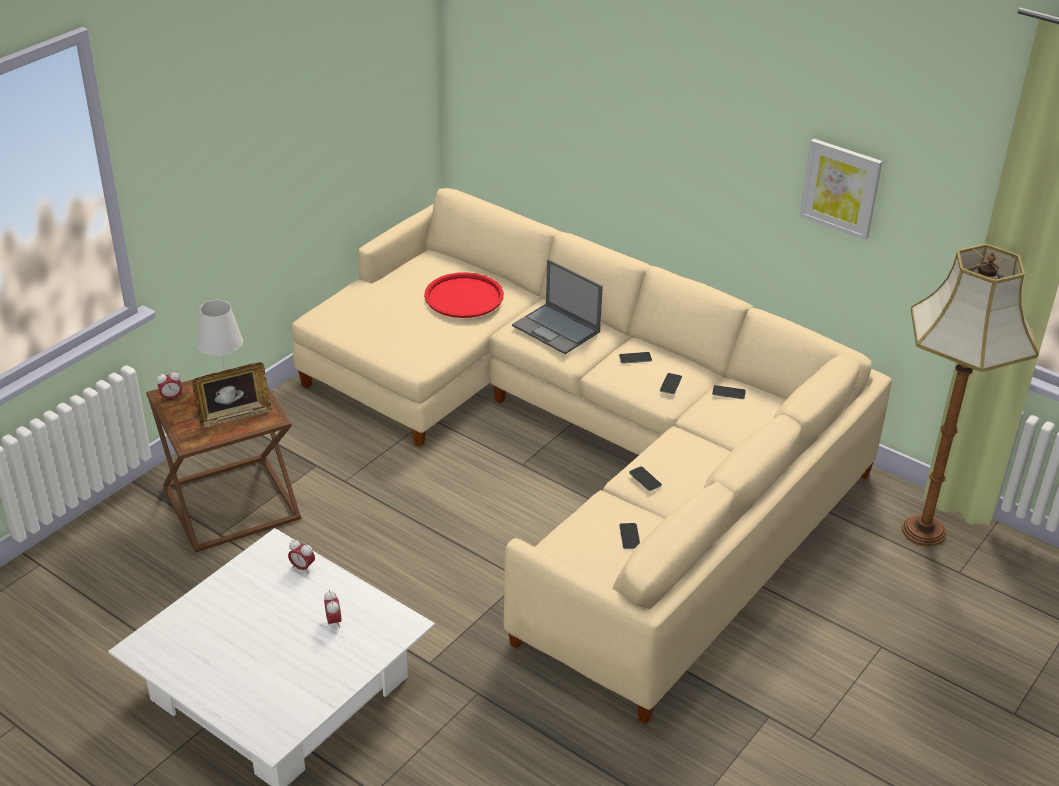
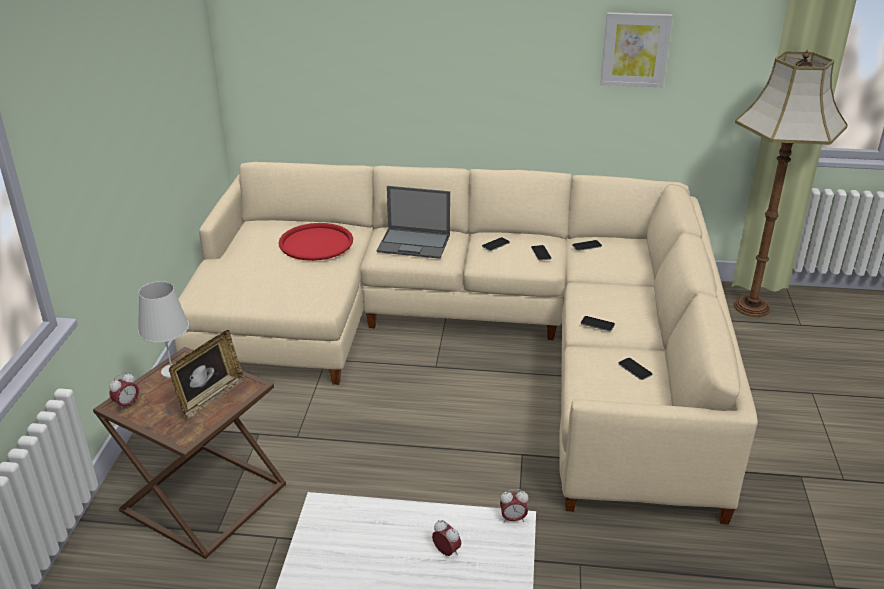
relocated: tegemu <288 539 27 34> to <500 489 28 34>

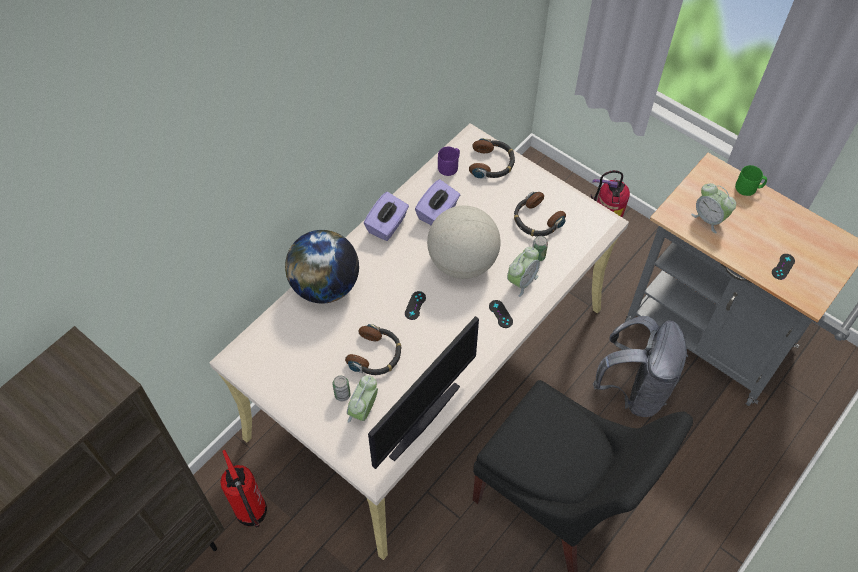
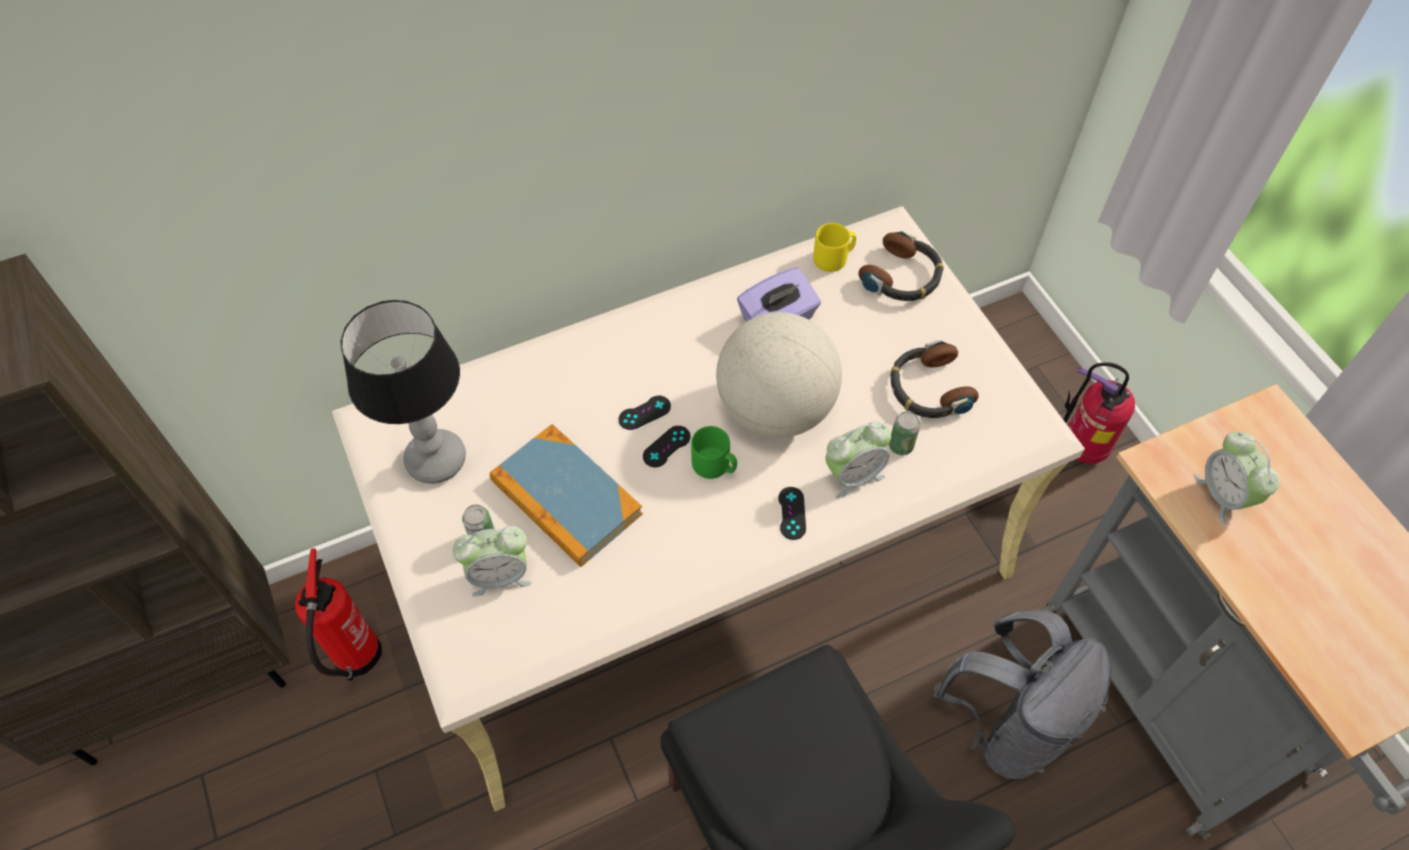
missing: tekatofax <285 230 74 73>; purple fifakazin <364 192 45 49>; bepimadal <368 316 111 153>
appeared: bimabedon <340 300 126 184>
relocated: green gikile <735 165 32 31> to <691 426 46 53>; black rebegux <772 254 23 26> to <619 396 52 34>
exchanged: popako <345 324 56 51> to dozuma <490 424 153 143>
colour: purple gikile <438 147 22 29> to yellow gikile <813 223 43 49>
spun: tegemu <347 375 31 48> = <453 526 79 71> 150 degrees counterclockwise

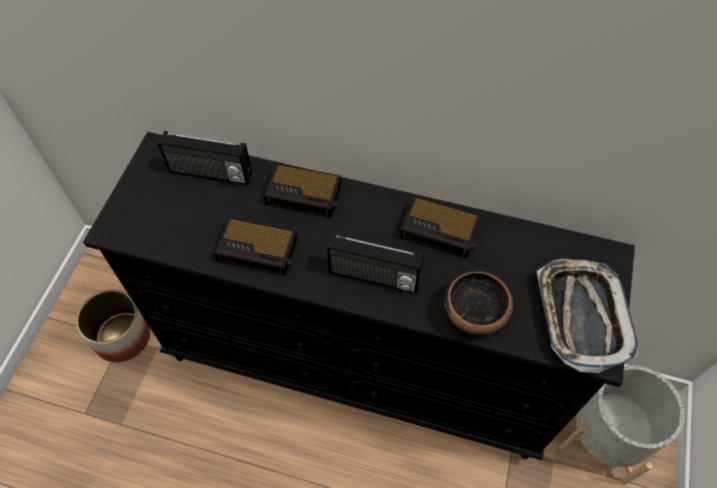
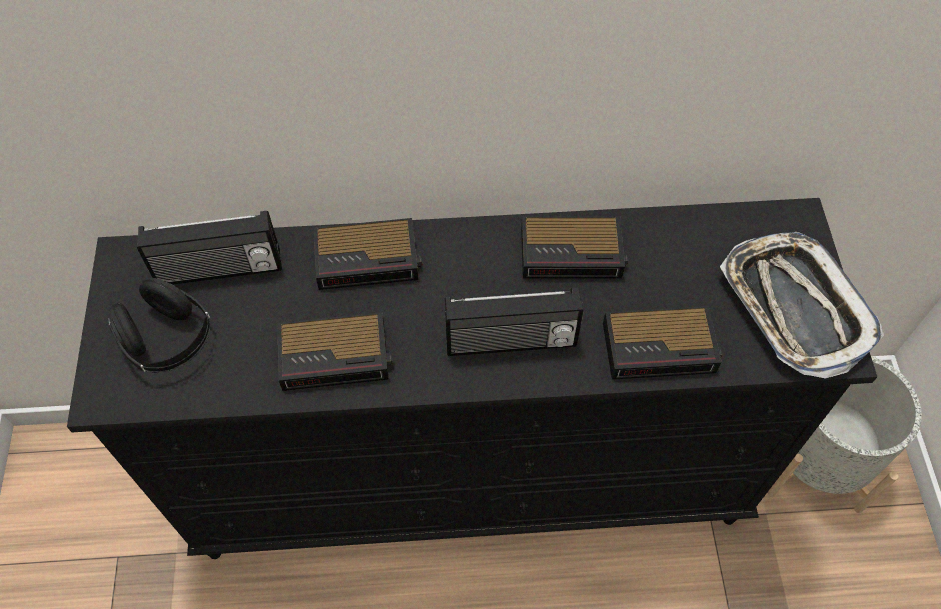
missing: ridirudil <77 289 73 73>
appeared: black popako <108 278 102 95>
exchanged: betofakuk <444 270 69 65> to tegemu <603 306 120 74>

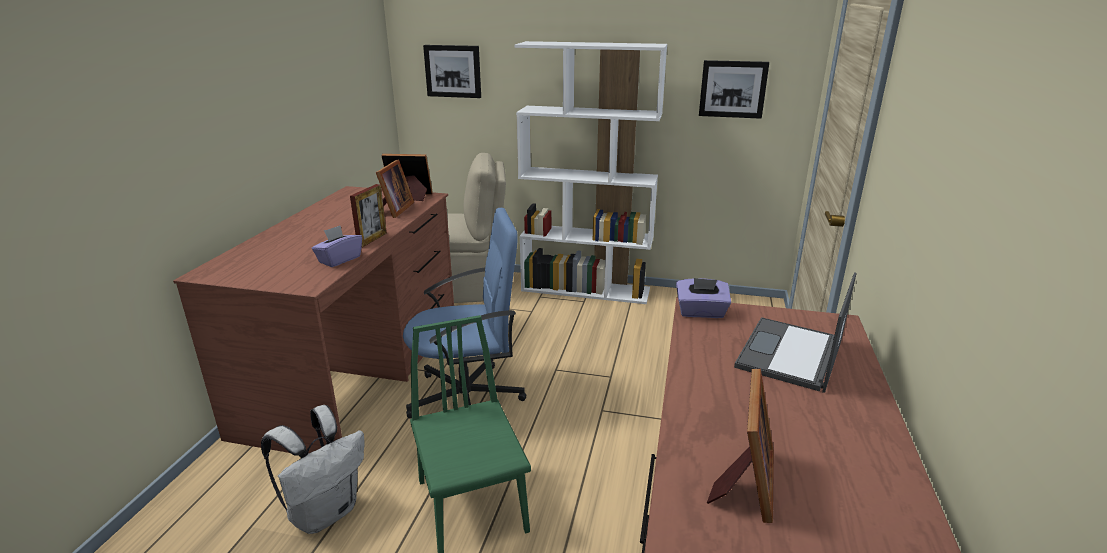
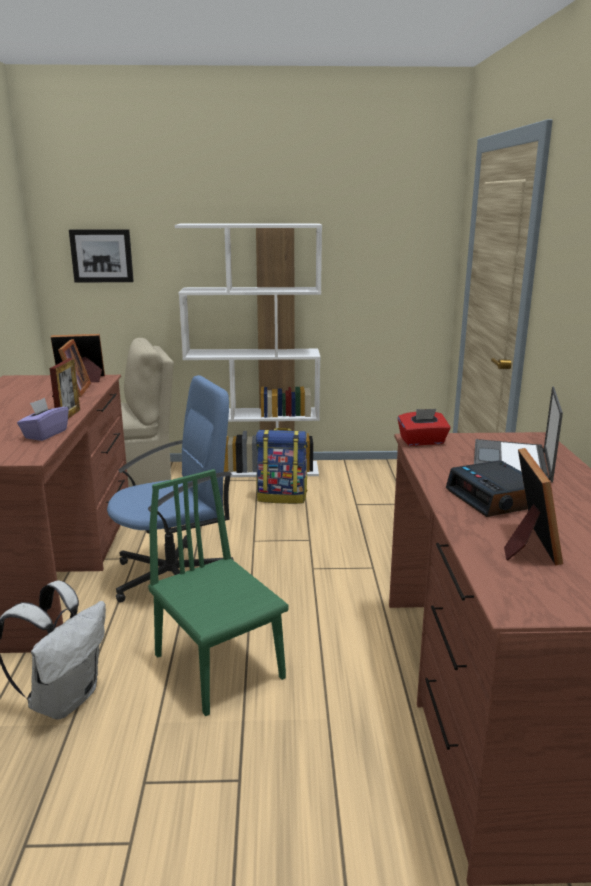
missing: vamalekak <699 60 70 59>
appeared: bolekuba <256 428 52 76>; tegemu <446 460 82 57>
colour: purple fifakazin <676 278 55 40> to red fifakazin <398 409 52 37>

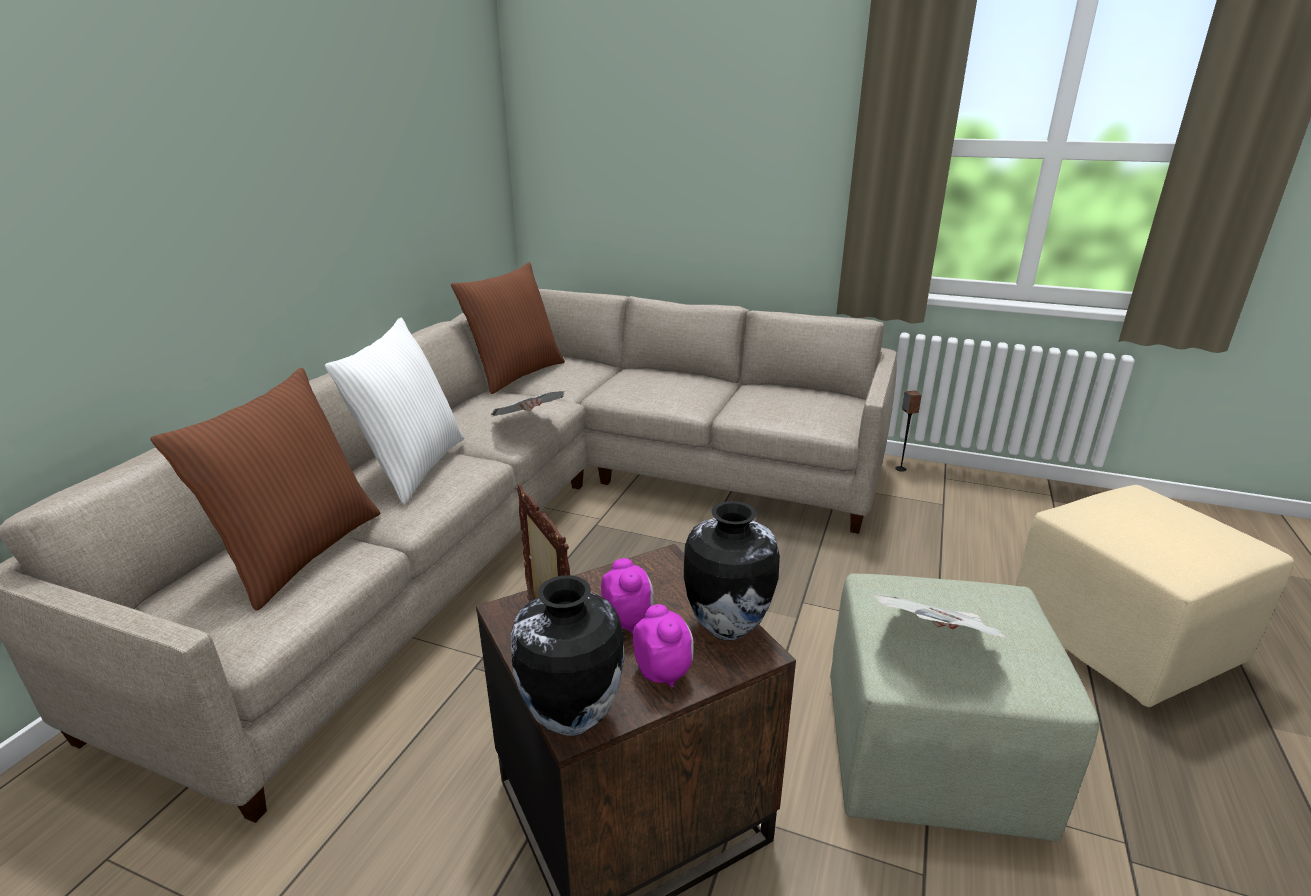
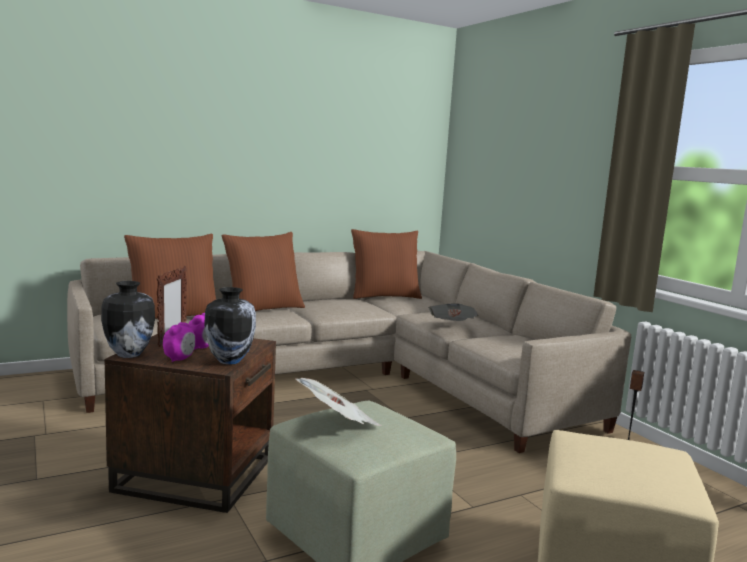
relocated: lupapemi <491 391 73 25> to <428 303 51 18>
colour: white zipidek <325 318 139 186> to brown zipidek <222 232 83 79>

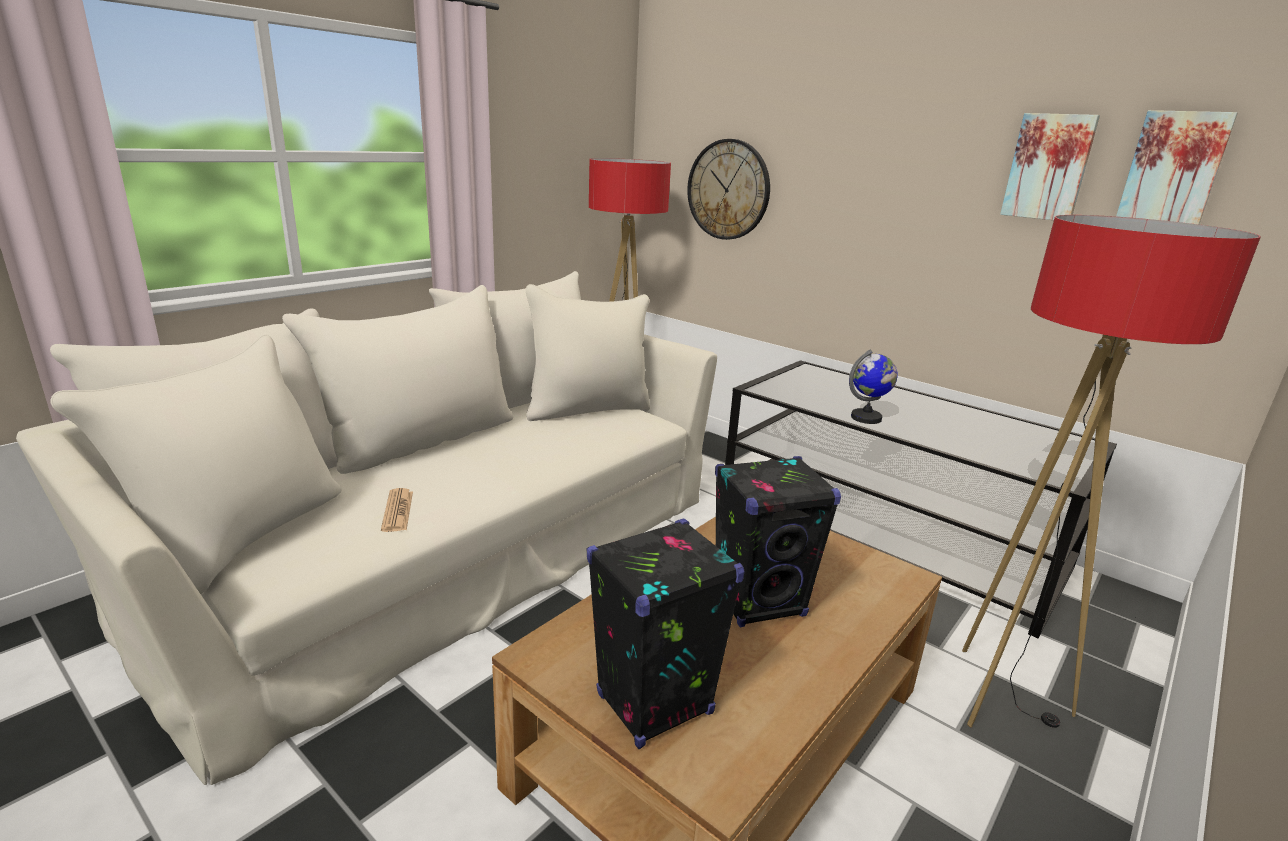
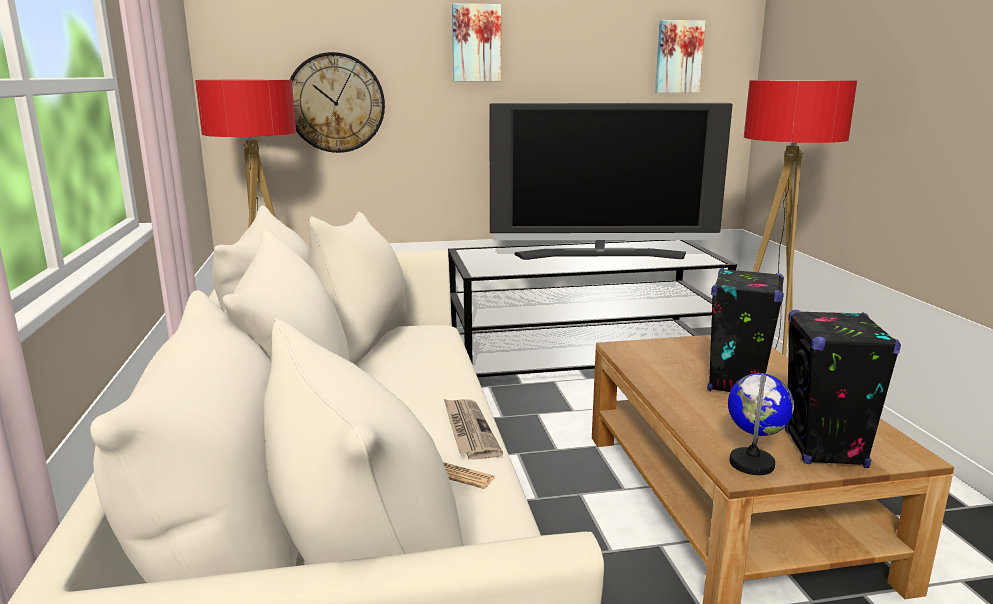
appeared: lupapemi <444 399 59 61>; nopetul <489 103 244 157>
relocated: tekatofax <849 350 49 74> to <728 373 66 102>; vamalekak <1000 113 100 107> to <452 3 49 78>

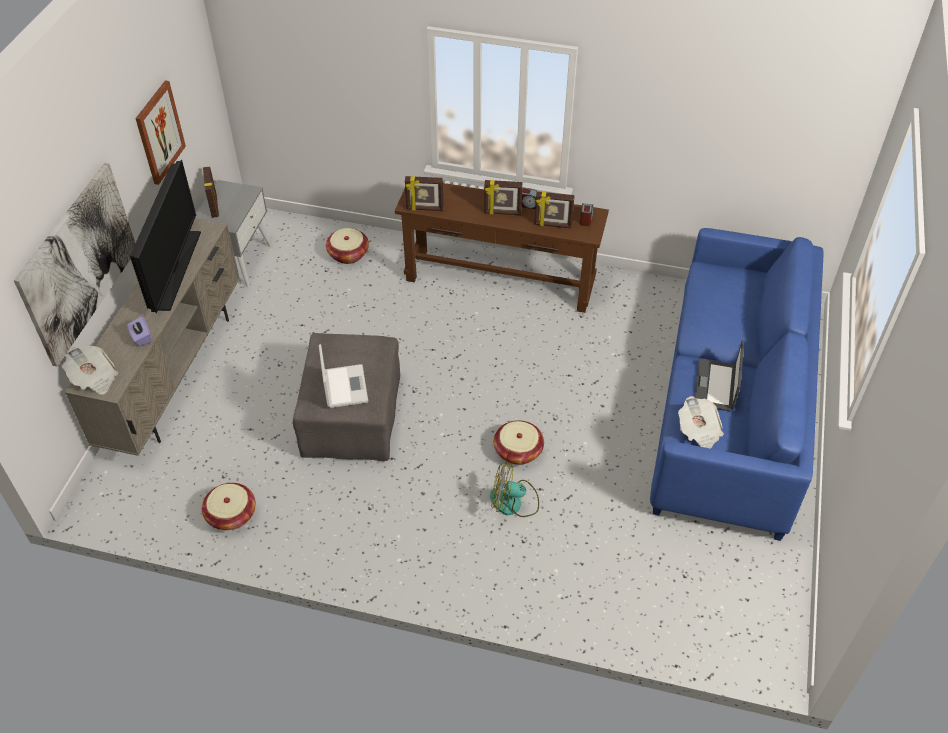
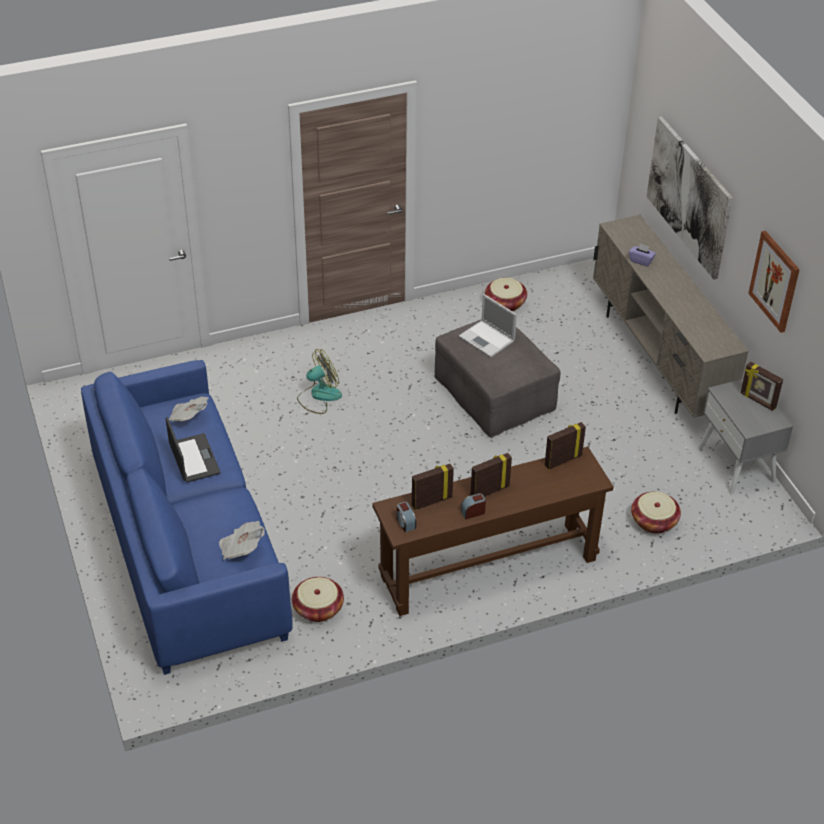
missing: nopetul <130 160 71 154>
relocated: lupapemi <63 346 55 49> to <219 521 46 39>; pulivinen <494 420 50 45> to <292 577 52 45>

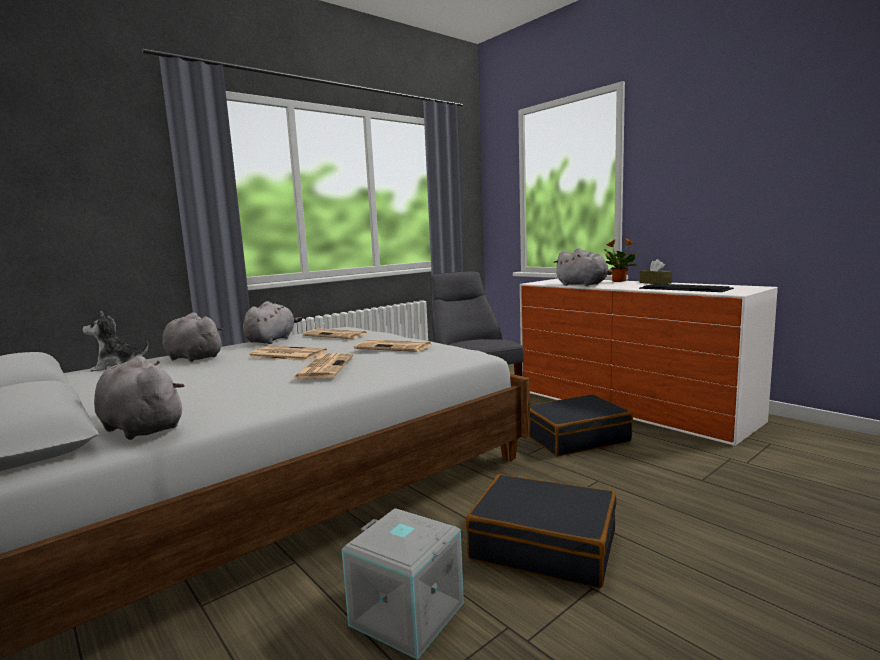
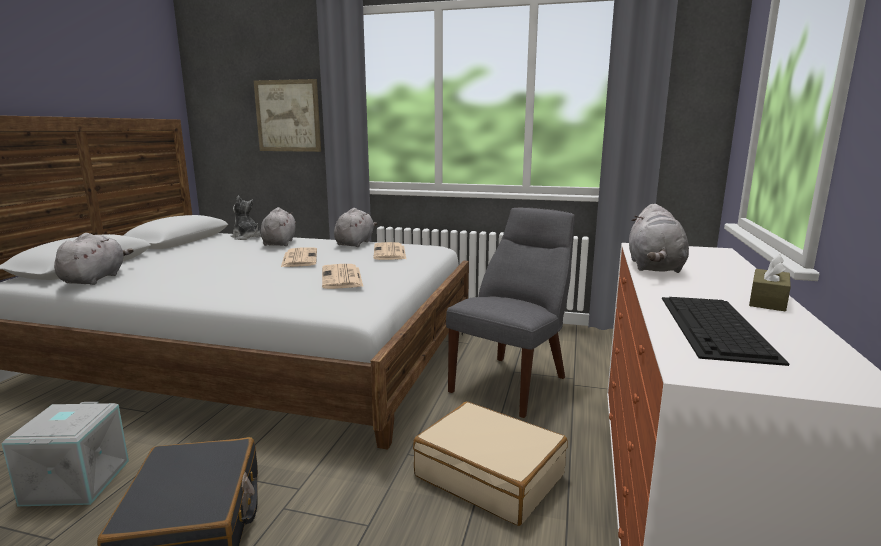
missing: lupapemi <292 353 62 26>; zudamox <604 238 35 44>
appeared: vamalekak <254 79 67 73>
colour: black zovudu <530 394 103 63> to beige zovudu <413 402 155 124>
spun: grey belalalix <243 301 59 43> = <334 208 44 39> 60 degrees counterclockwise

